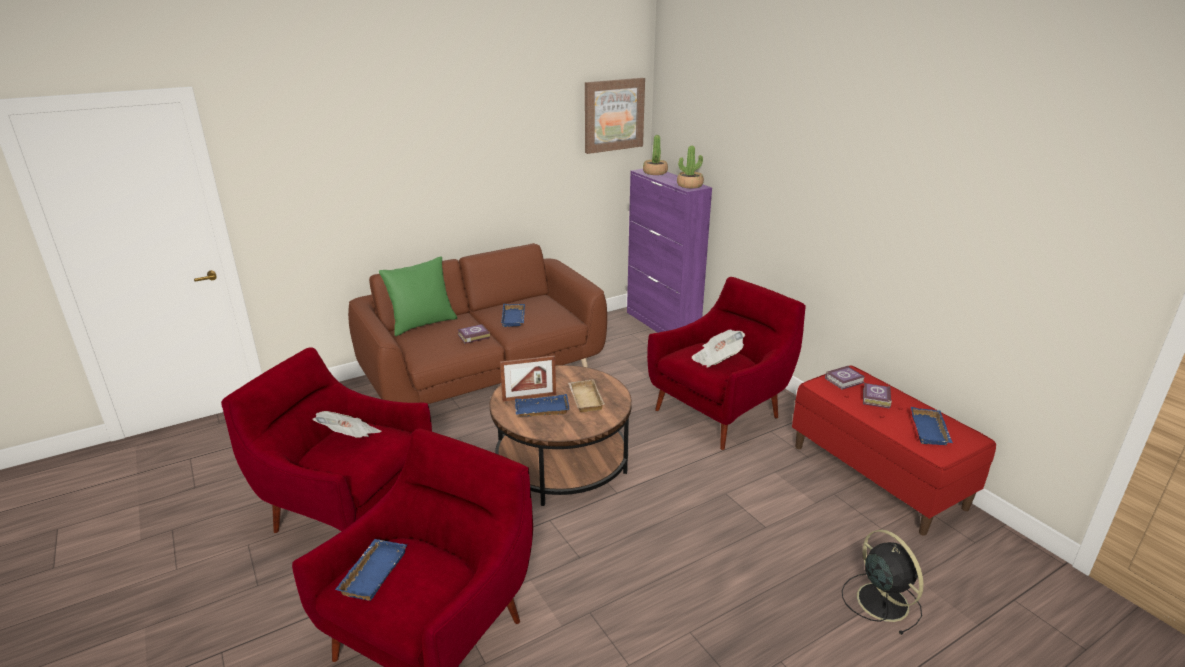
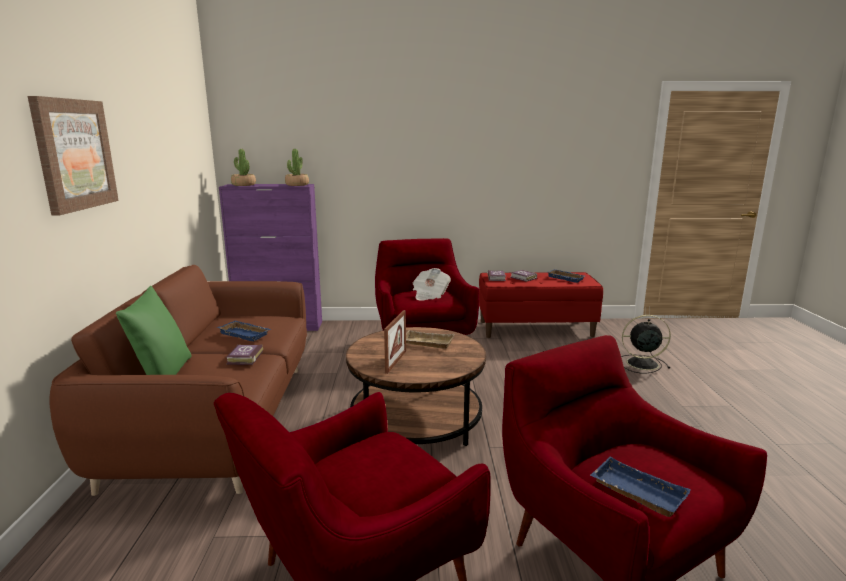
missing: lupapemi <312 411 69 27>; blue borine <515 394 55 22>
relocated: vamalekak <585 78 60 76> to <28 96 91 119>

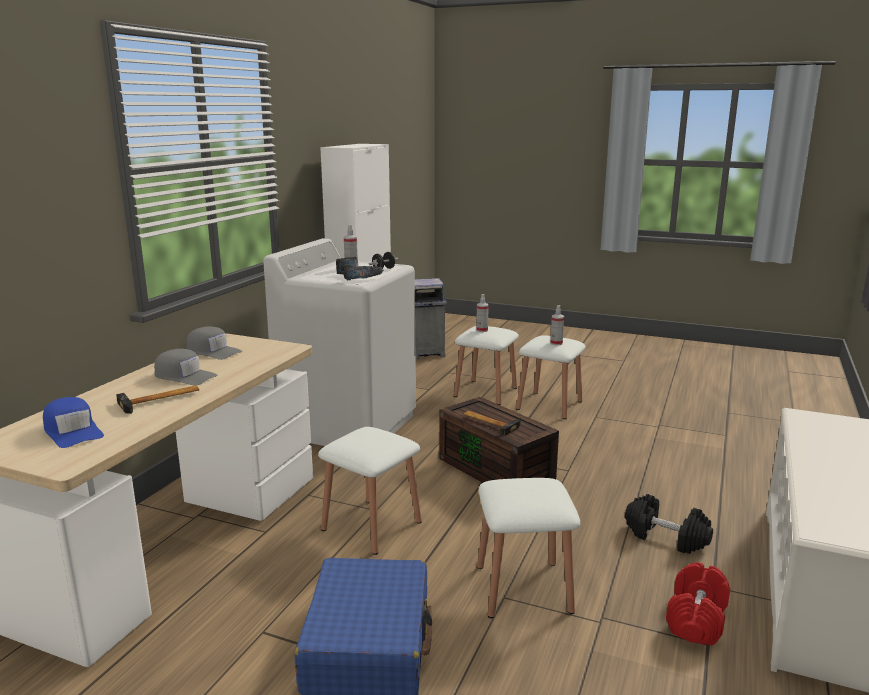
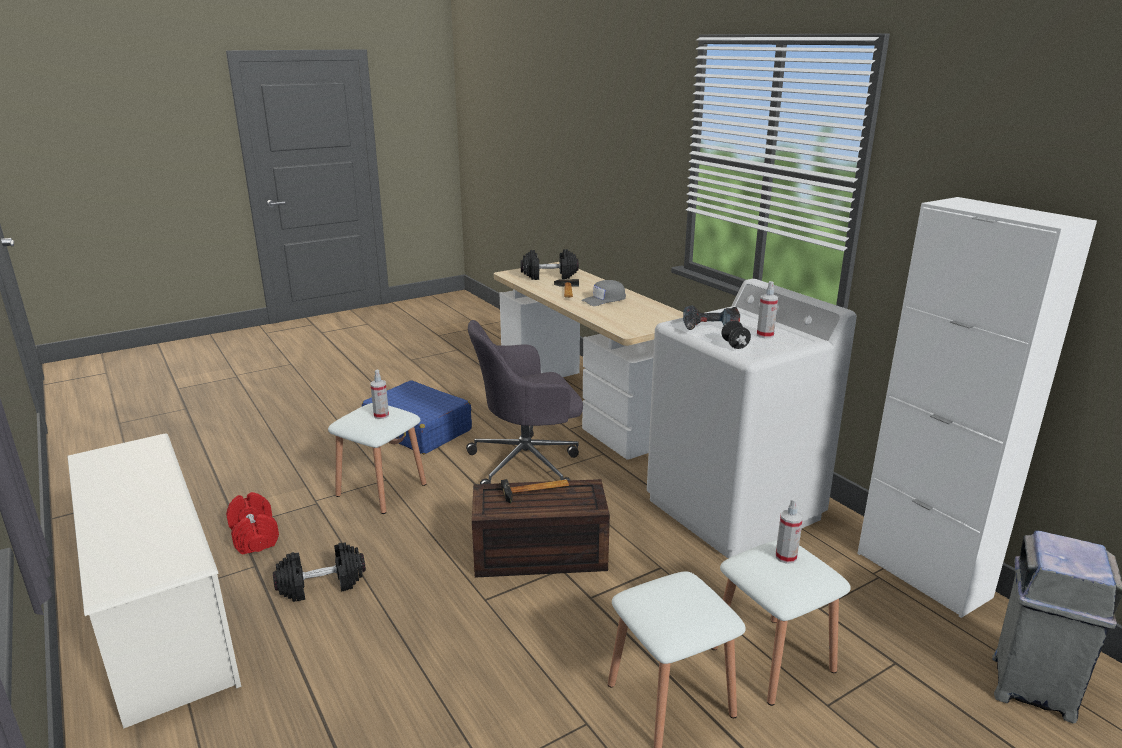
missing: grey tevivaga <186 326 56 34>
relocated: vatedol <550 305 14 40> to <370 370 19 49>
exchanged: blue tevivaga <43 397 61 51> to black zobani <520 249 59 31>; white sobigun <318 427 104 128> to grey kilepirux <466 320 117 164>

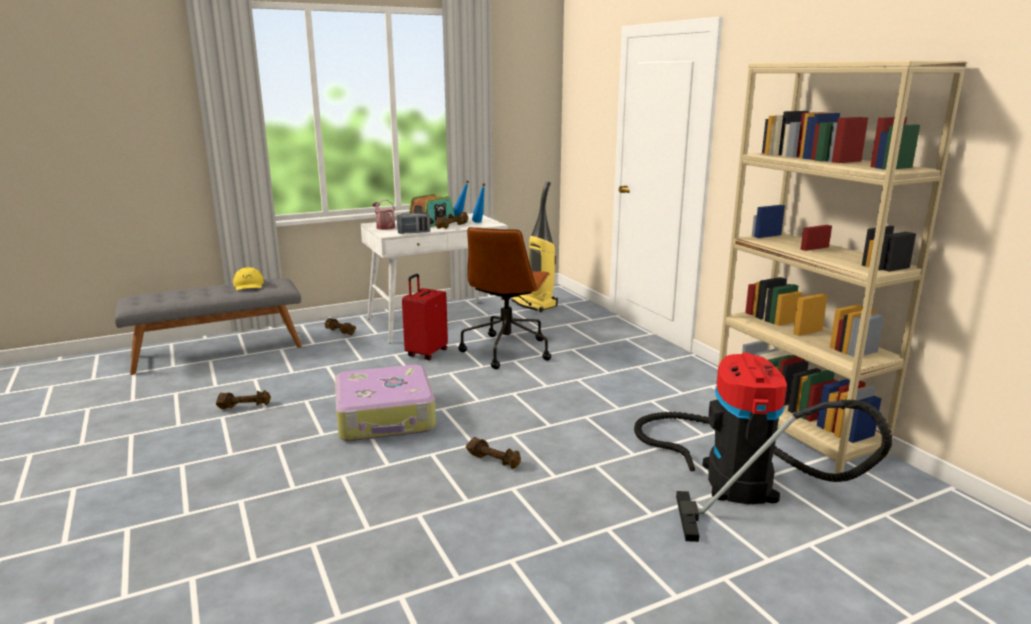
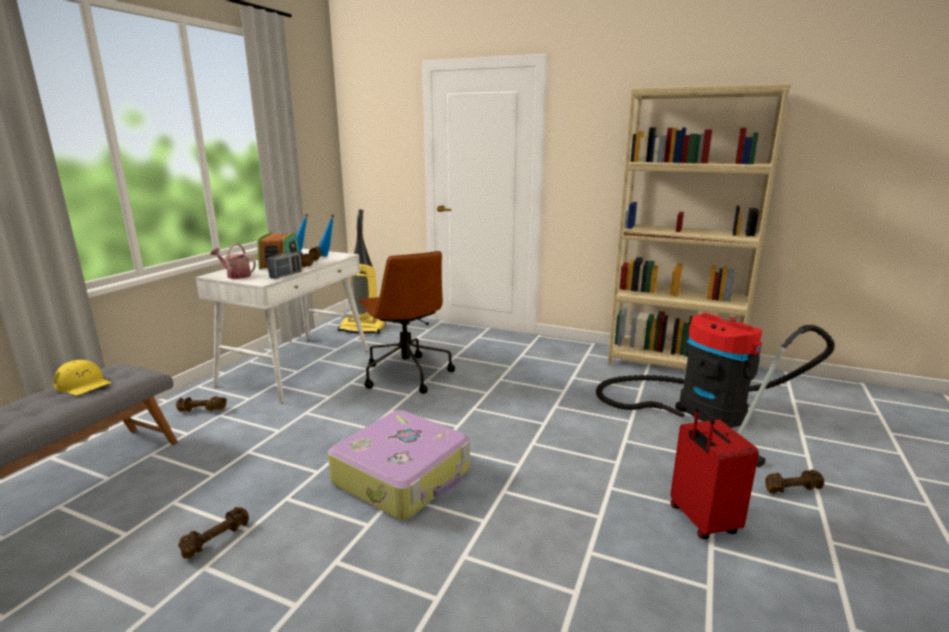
relocated: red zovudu <402 274 46 86> to <671 406 88 133>; brown zobani <466 437 55 32> to <765 469 60 24>

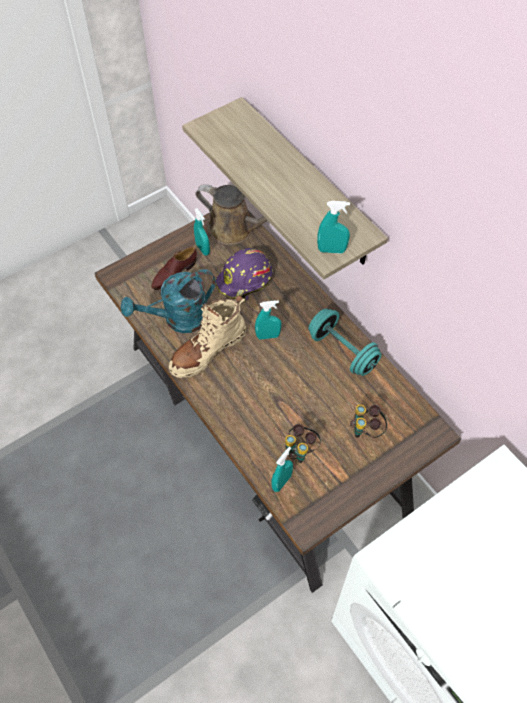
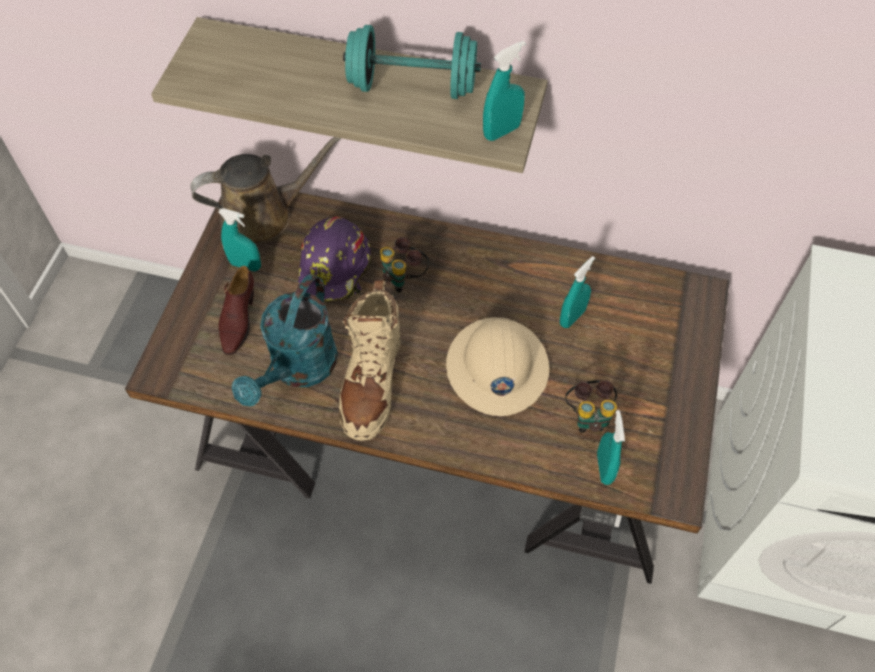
appeared: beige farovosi <446 317 103 99>
relocated: turquoise vatedol <255 300 27 39> to <560 256 35 72>; turquoise zobani <309 308 73 68> to <343 25 138 74>; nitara <350 404 37 34> to <380 237 49 55>

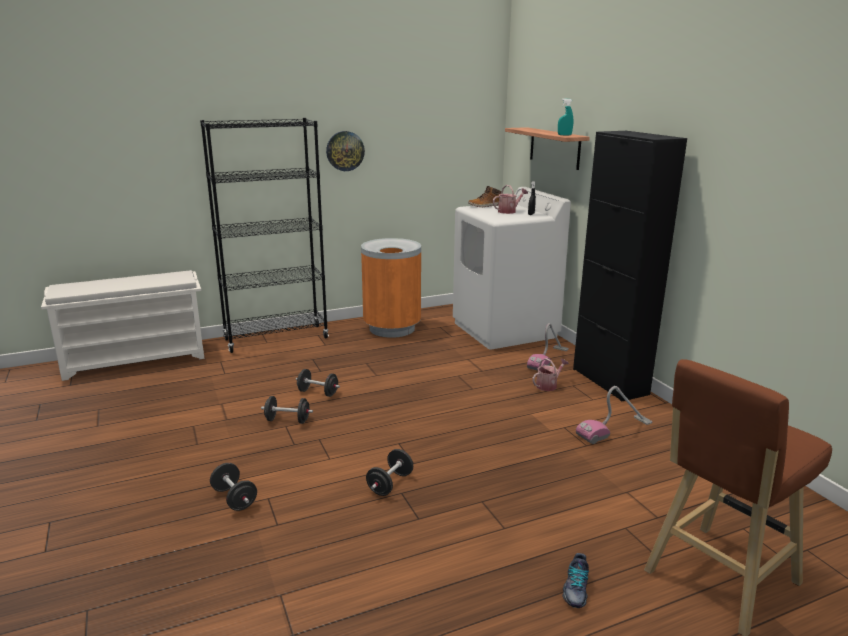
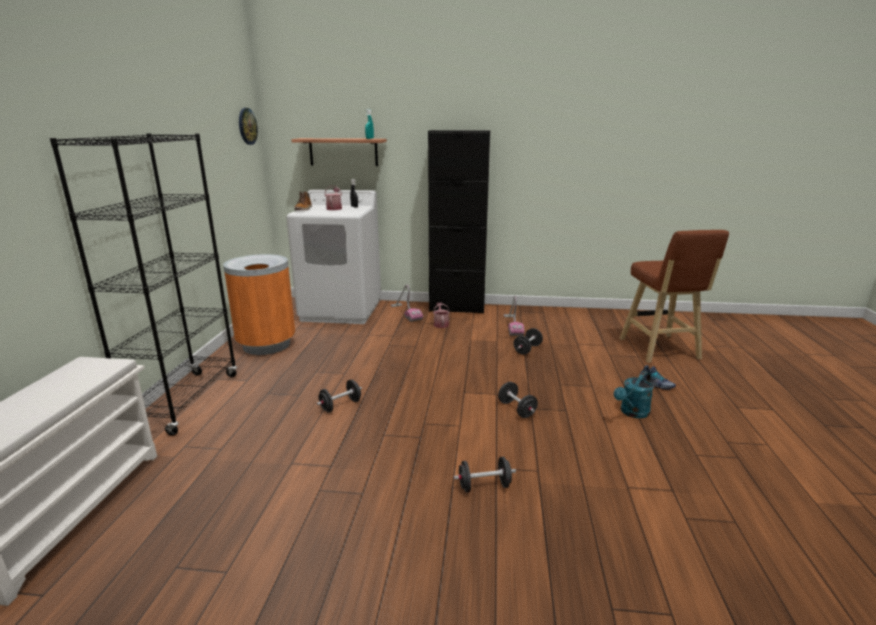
appeared: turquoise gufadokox <614 371 40 47>
relocated: black zobani <261 396 52 27> to <513 328 30 27>; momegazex <326 131 39 40> to <239 108 19 37>

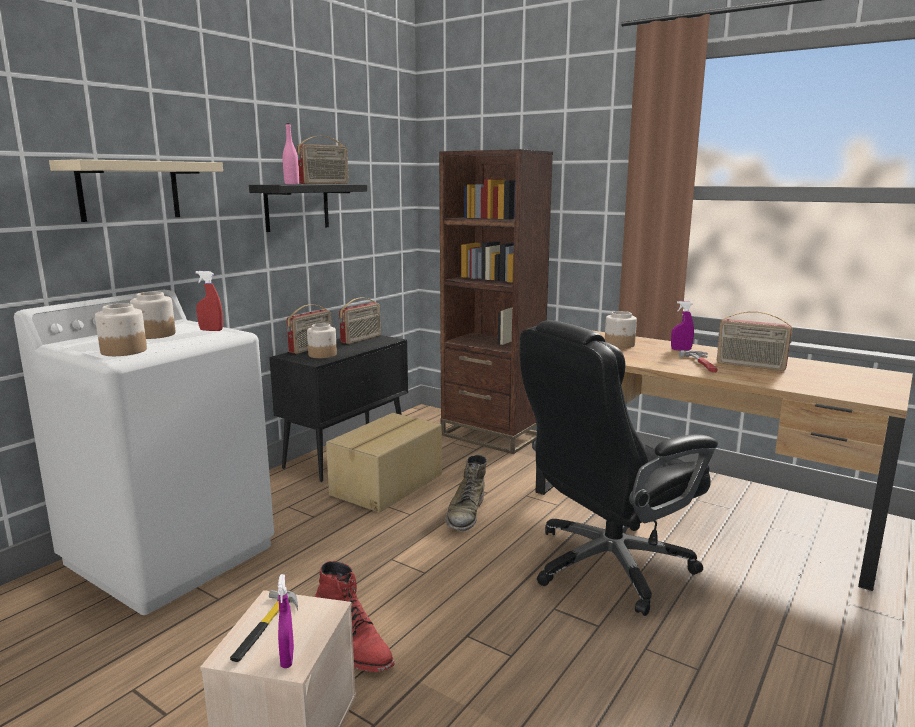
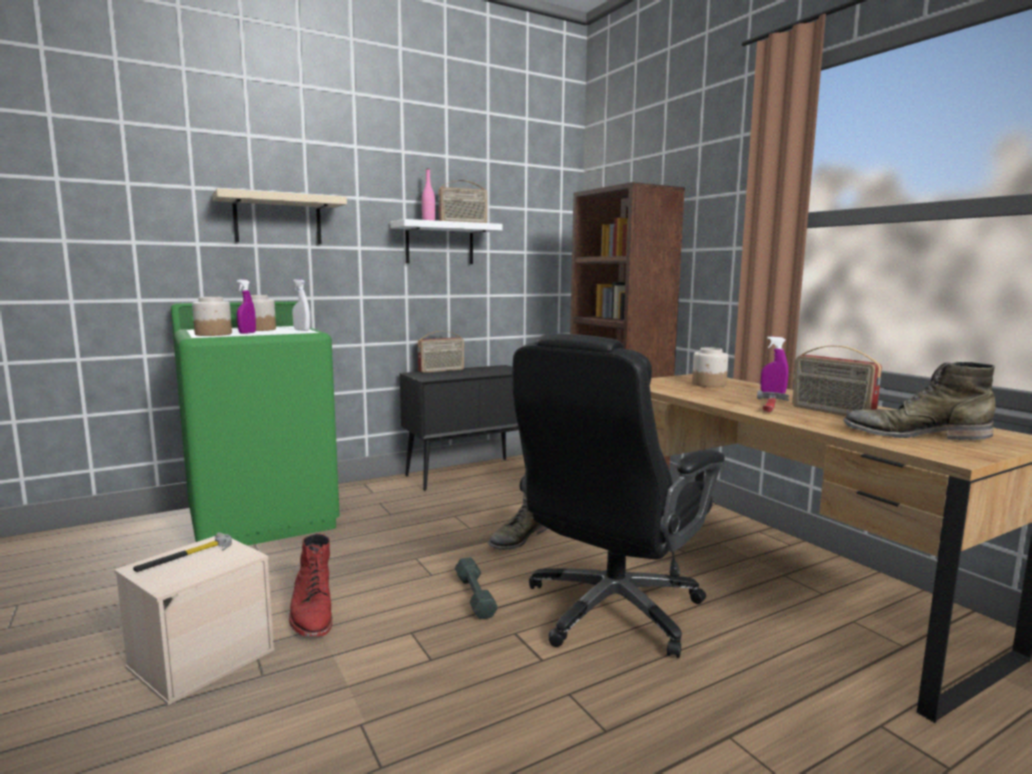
missing: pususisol <307 323 30 35>; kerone <326 413 116 100>; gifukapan <339 298 42 46>
appeared: grey zobani <455 557 43 62>; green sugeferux <843 362 153 78>
relocated: purple vatedol <278 574 16 94> to <237 280 19 54>
colour: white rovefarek <14 290 260 325> to green rovefarek <171 301 169 245>; red vatedol <196 271 27 60> to white vatedol <292 279 18 52>; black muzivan <249 184 118 48> to white muzivan <390 219 113 45>
spun: black kilepirux <520 320 198 296> = <512 333 213 325> 45 degrees counterclockwise

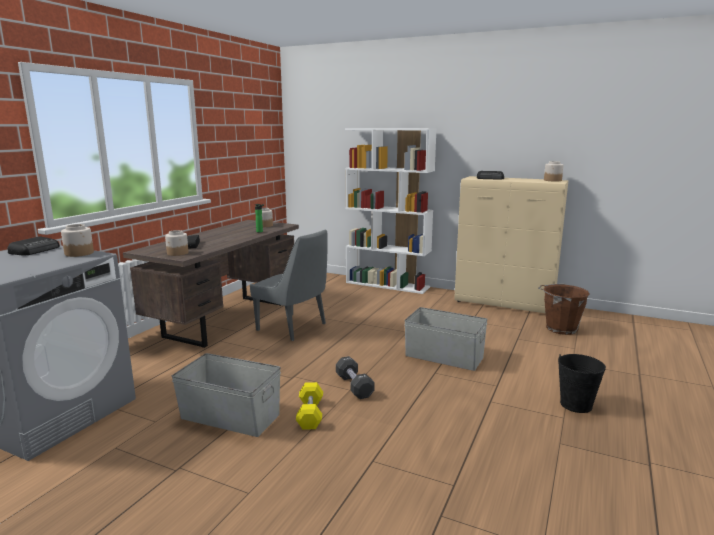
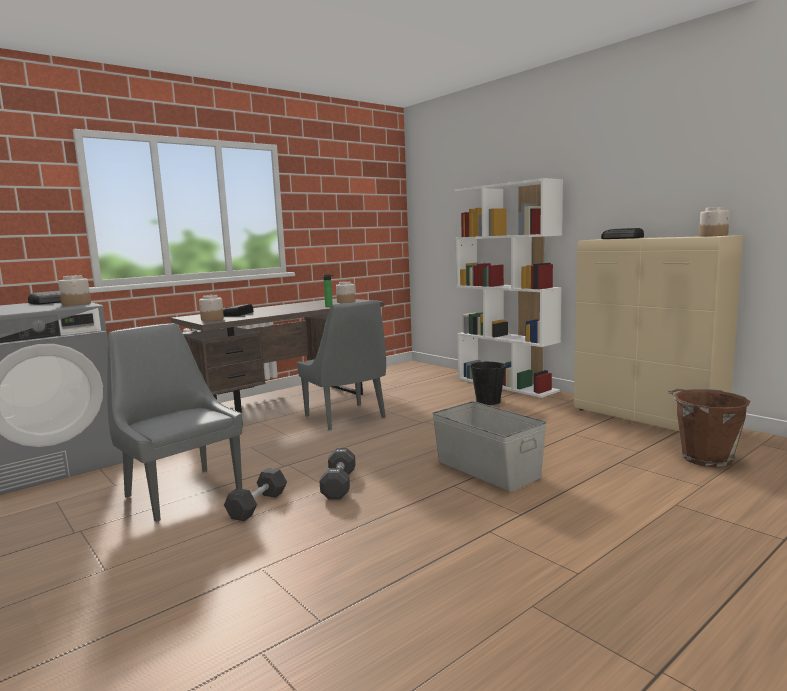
relocated: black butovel <558 354 48 59> to <470 360 36 45>
exchanged: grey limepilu <172 353 109 84> to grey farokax <107 323 135 199>
colour: yellow zobani <296 382 27 48> to grey zobani <224 468 63 53>

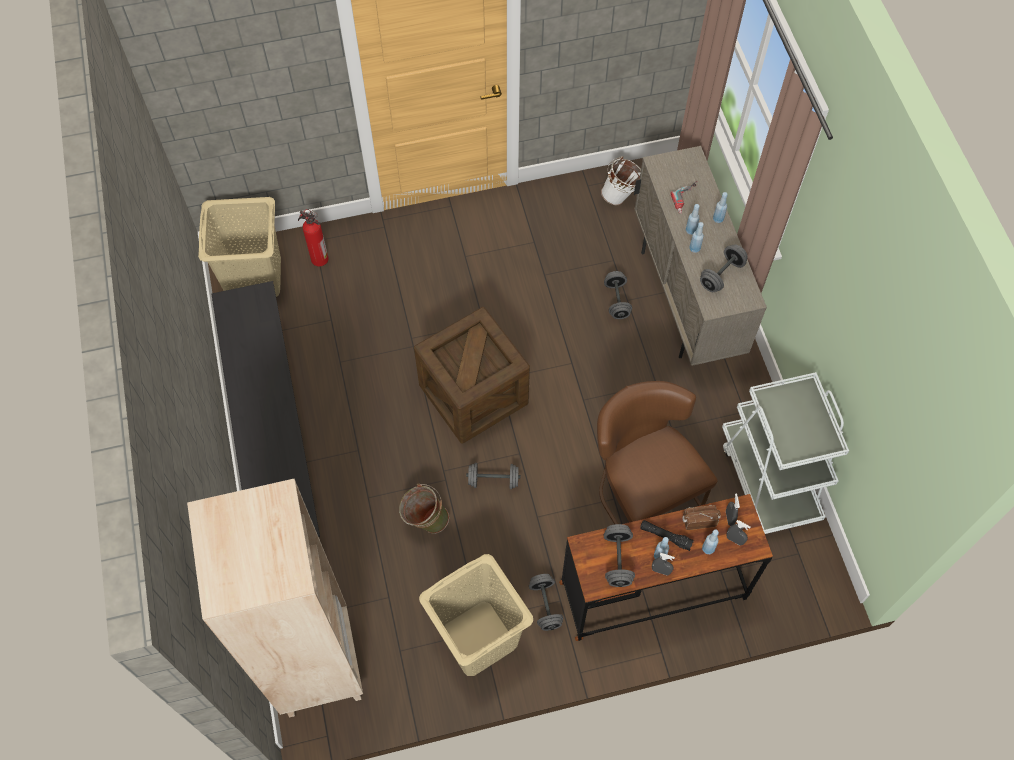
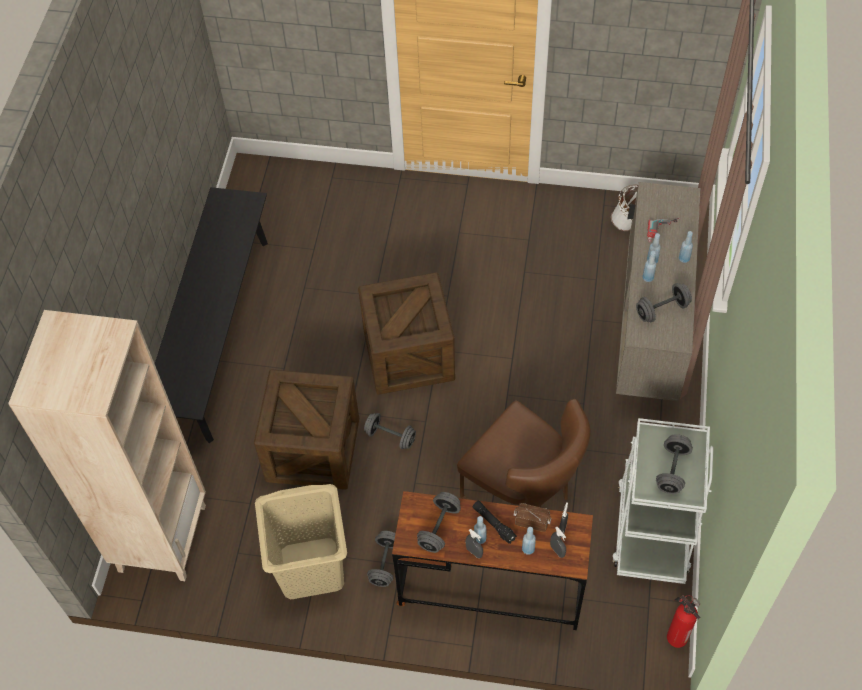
missing: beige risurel <198 197 83 100>
relocated: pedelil <298 209 31 57> to <667 595 34 53>; grey zobani <604 271 28 48> to <656 434 37 60>
exchanged: green butovel <399 484 50 50> to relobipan <254 369 105 121>
spun: brown farokax <597 381 121 143> = <457 399 134 108> 135 degrees clockwise

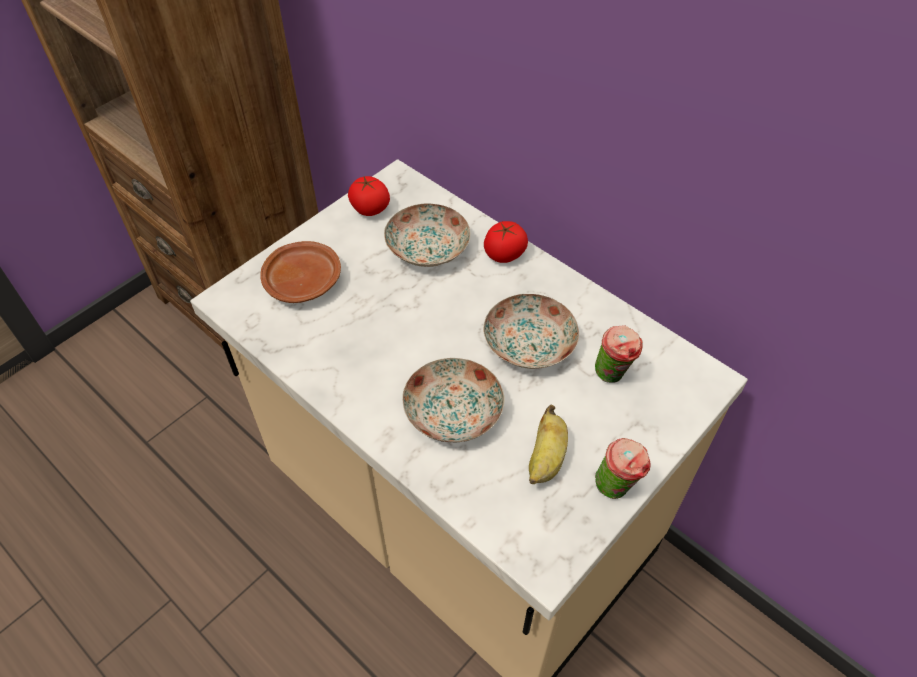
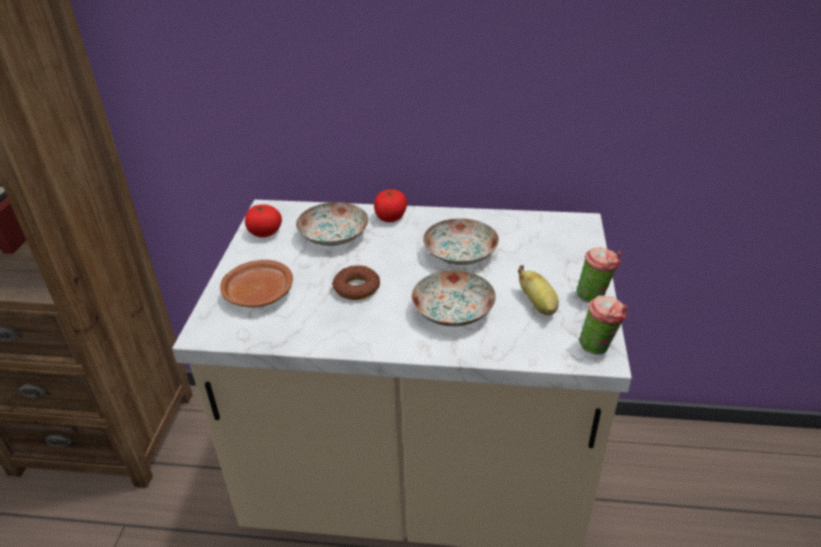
appeared: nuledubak <332 266 48 34>
relocated: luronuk <595 325 48 58> to <579 295 48 60>

